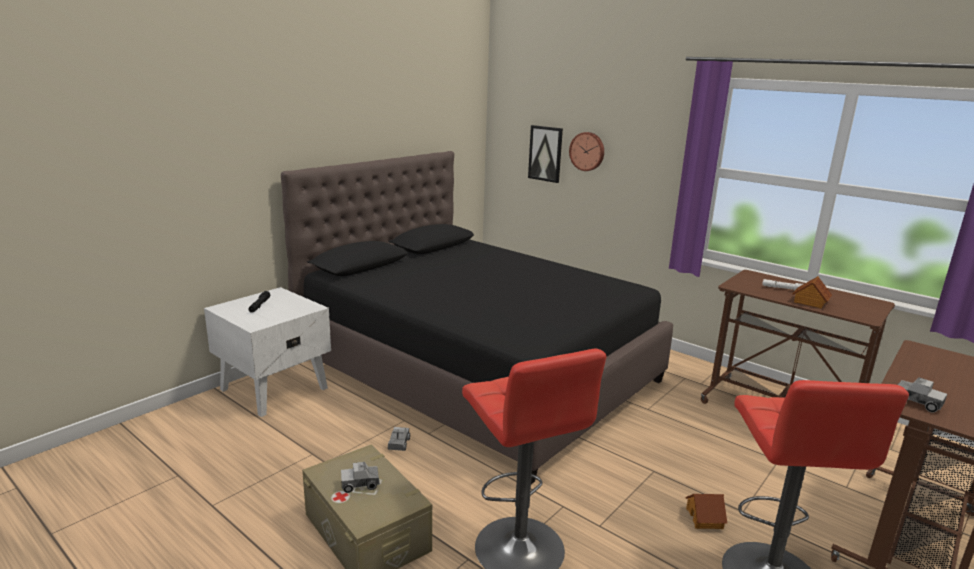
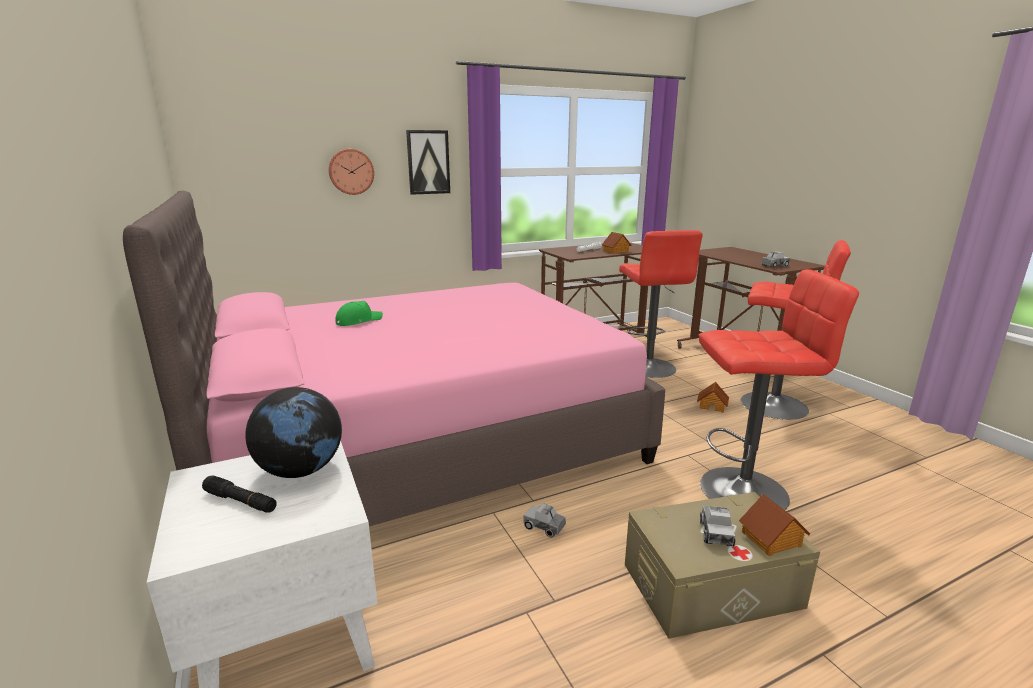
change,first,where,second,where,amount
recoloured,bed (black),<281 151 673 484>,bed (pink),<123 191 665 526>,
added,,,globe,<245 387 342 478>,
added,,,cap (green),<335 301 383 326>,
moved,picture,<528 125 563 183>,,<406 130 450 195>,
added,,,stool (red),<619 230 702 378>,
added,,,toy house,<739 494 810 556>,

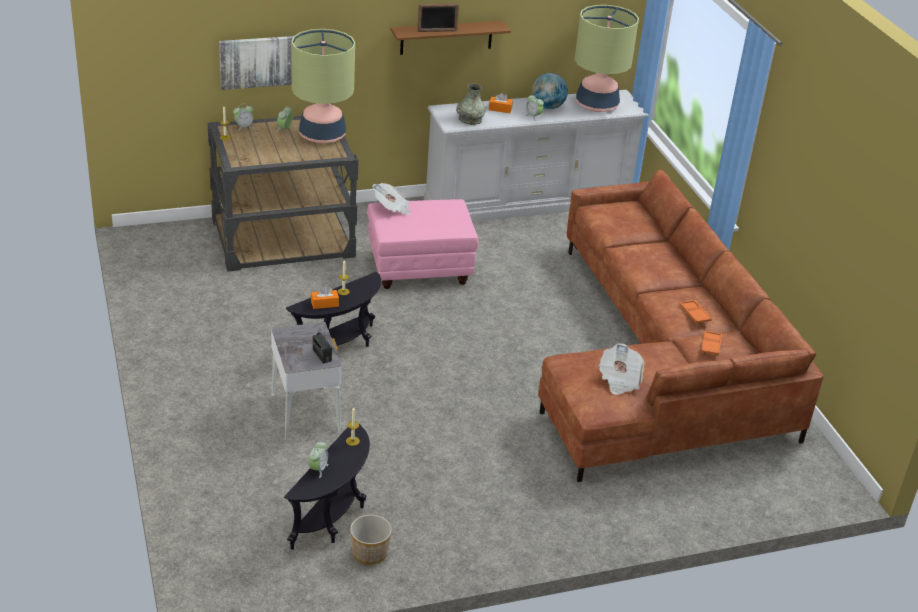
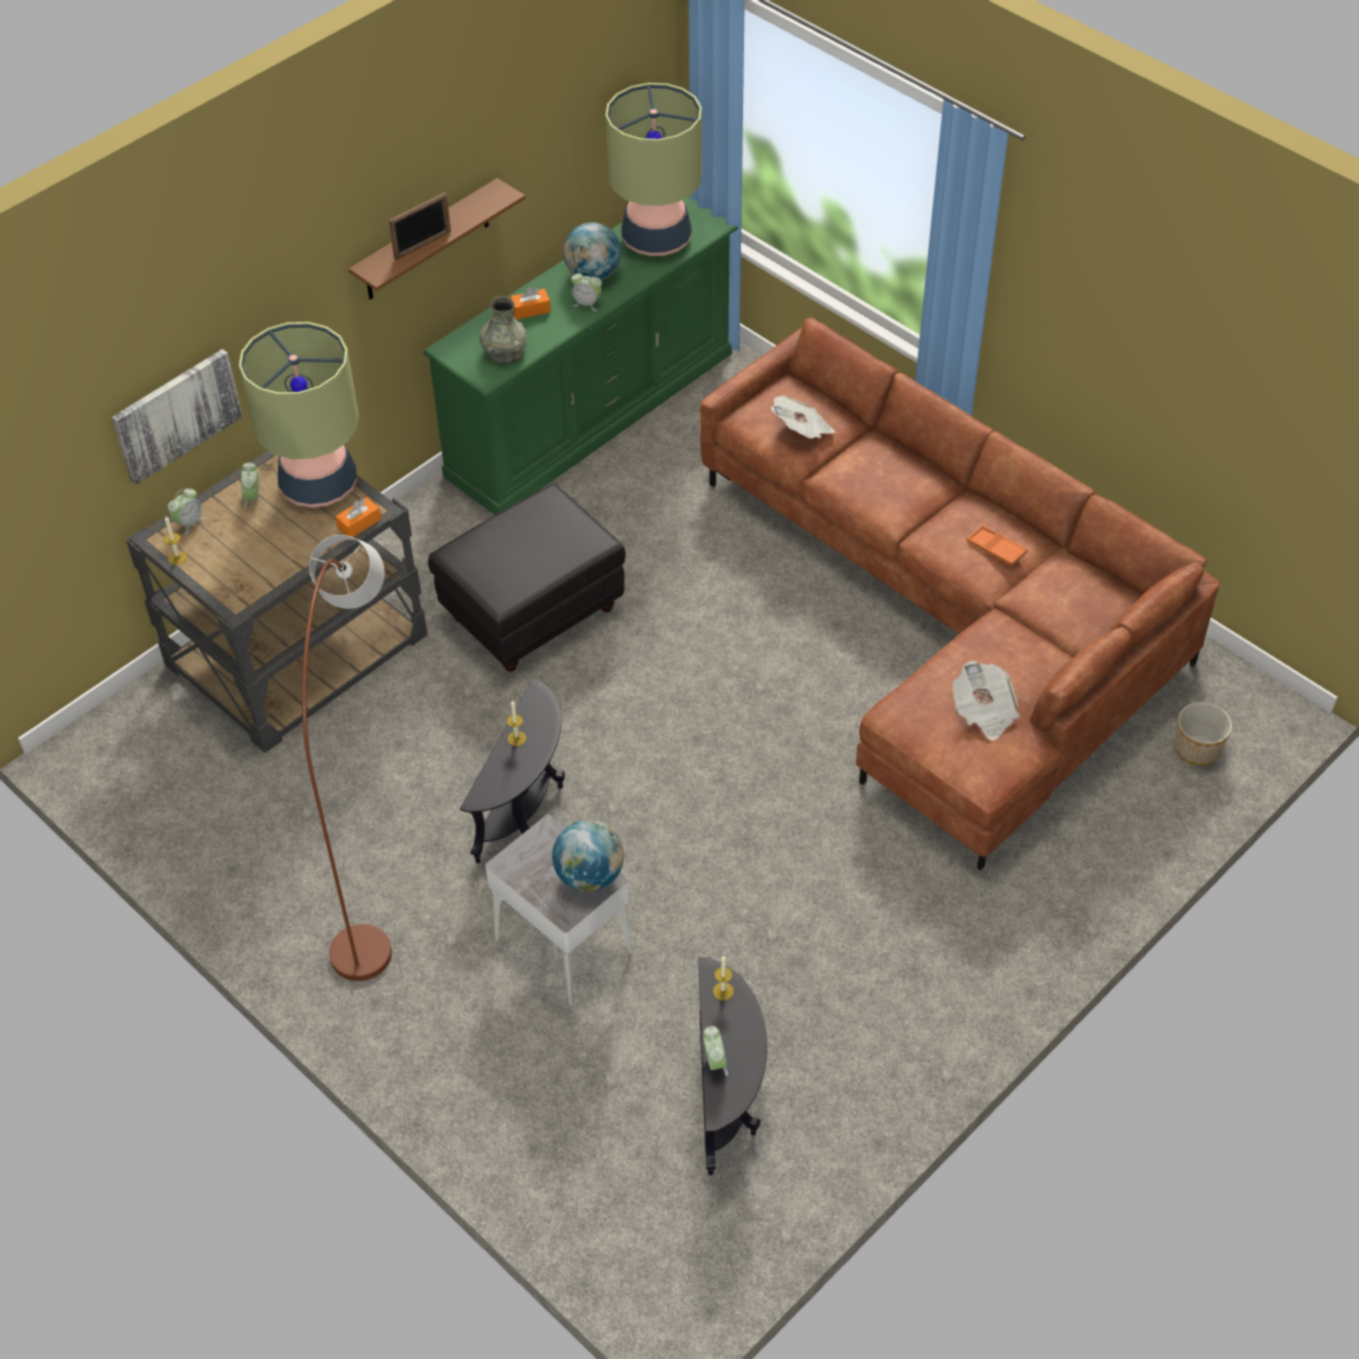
change,first,where,second,where,amount
added,,,floor lamp (brown),<302 535 392 981>,
moved,tissue box (orange),<311 286 339 309>,,<335 497 381 537>,
recoloured,cabinet (white),<424 90 649 222>,cabinet (green),<424 197 738 515>,
recoloured,ottoman (pink),<367 199 478 289>,ottoman (black),<428 483 626 672>,
replaced,radio,<313 332 332 364>,globe,<552 820 624 892>,
moved,newspaper,<373 183 410 215>,,<771 396 835 439>,
moved,planter,<350 514 392 565>,,<1175 702 1232 766>,
removed,tray (orange),<701 330 722 356>,,,

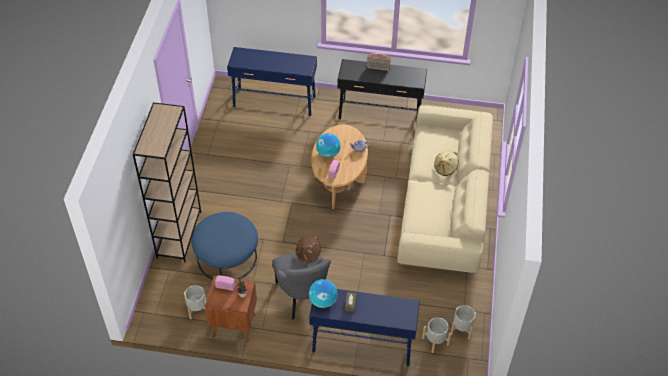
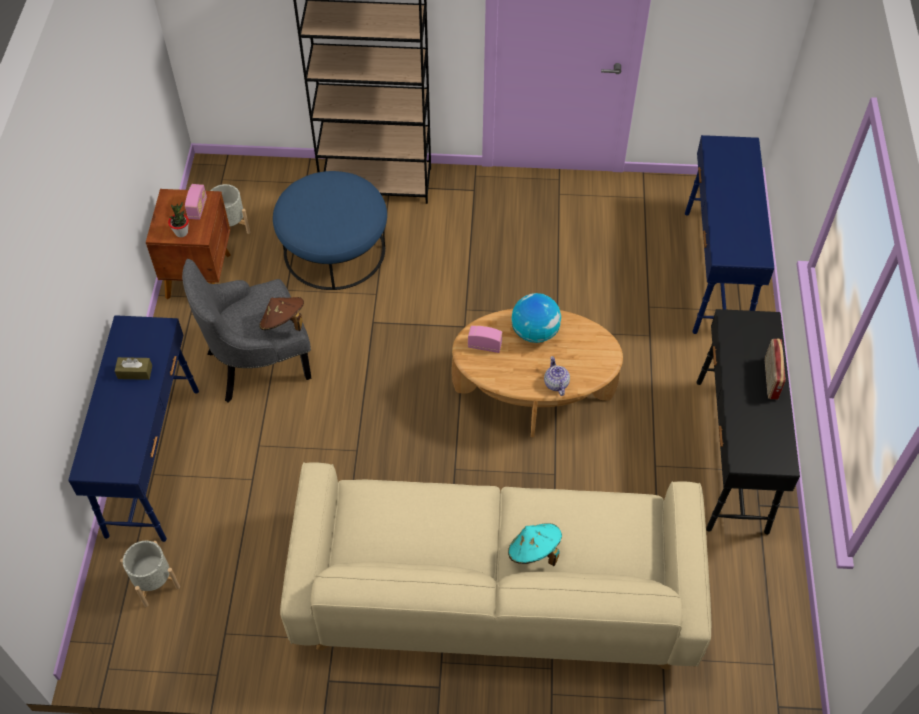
change,first,where,second,where,amount
recoloured,hat (beige),<434 151 459 176>,hat (turquoise),<508 523 562 566>,
removed,globe,<309 279 337 308>,,,
removed,planter (grey),<451 305 476 340>,,,

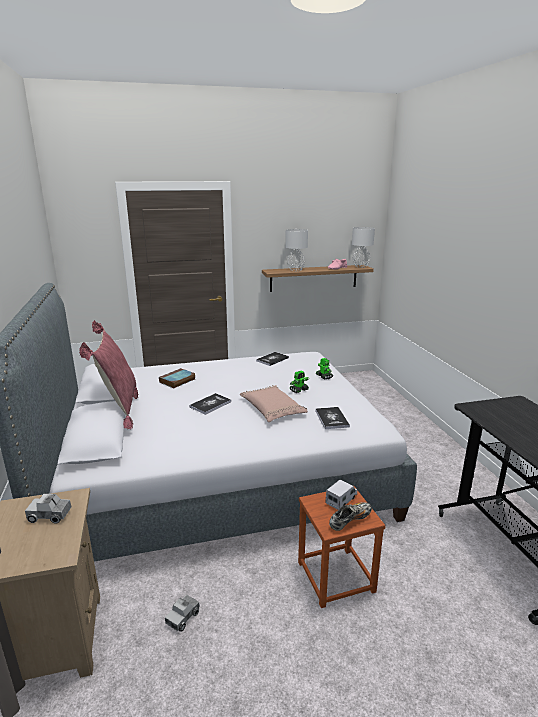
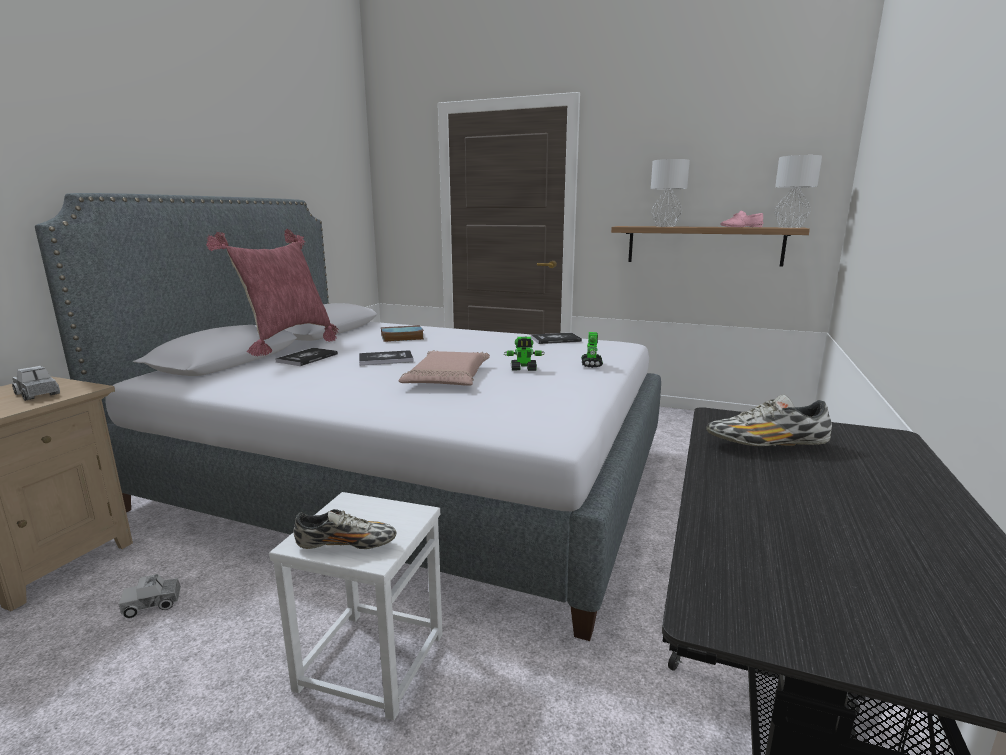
change,first,where,second,where,amount
recoloured,stool (brown),<298 486 386 608>,stool (white),<269 492 442 720>,
moved,book,<315 407 350 429>,,<275 348 338 366>,
added,,,shoe,<706 395 832 446>,
removed,toy truck,<325 479 357 510>,,,

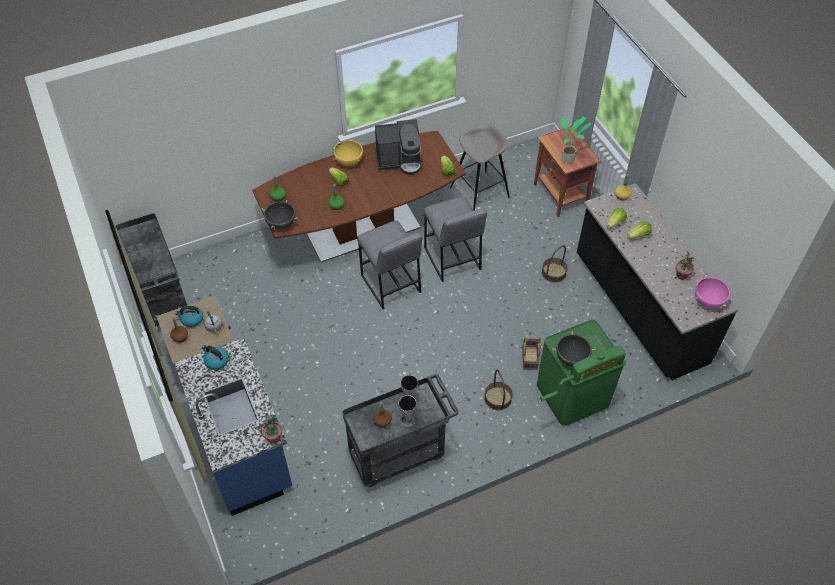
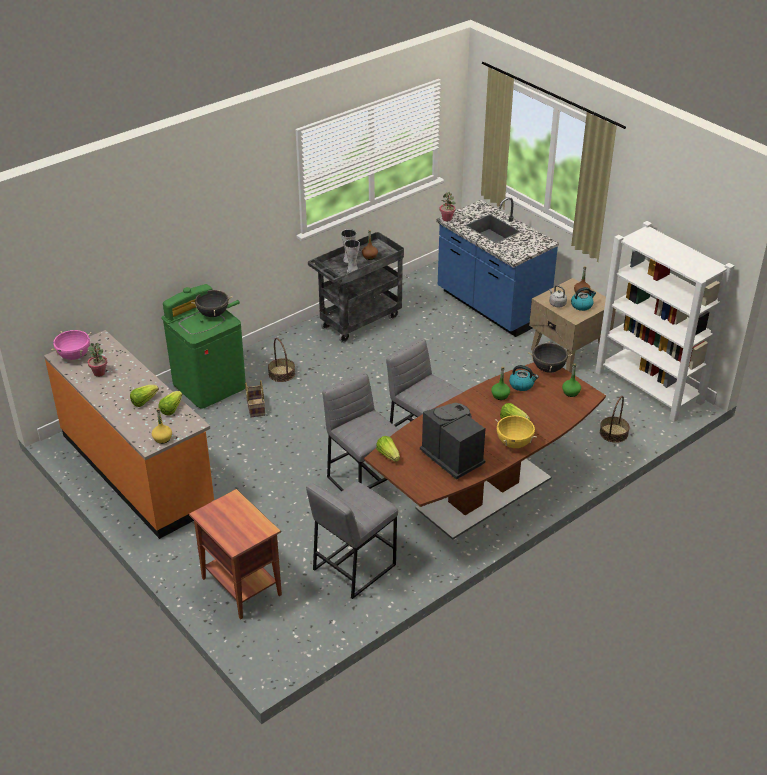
change,first,where,second,where,amount
recoloured,counter (black),<577 183 738 380>,counter (orange),<44 330 214 539>,
replaced,stool (grey),<450 123 510 211>,chair (grey),<306 482 398 599>,
turned,coffee machine,<375 119 421 175>,,<420 403 486 480>,75 degrees clockwise
moved,kettle,<202 345 229 370>,,<509 365 539 391>,
replaced,cart (black),<116 213 187 332>,bookcase (white),<595 221 734 422>,
moved,basket,<542 245 568 283>,,<599 396 630 443>,
removed,potted plant,<561 117 591 163>,,,

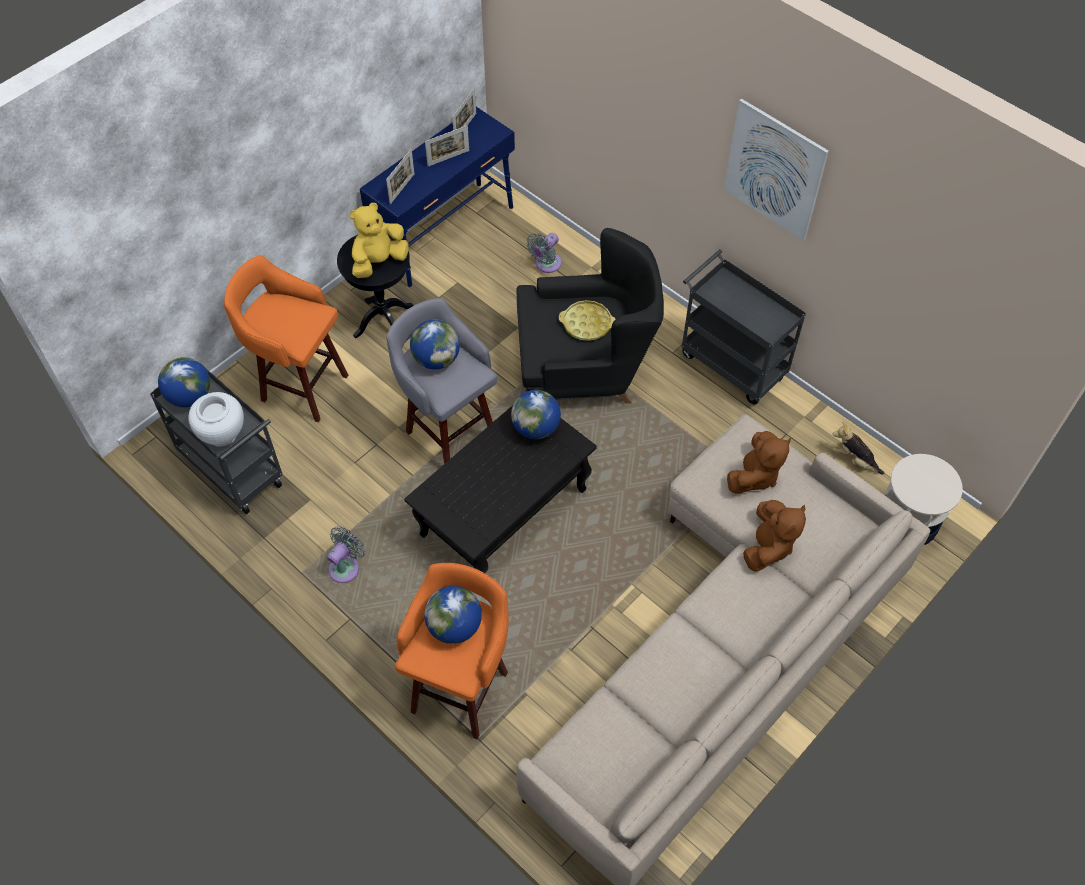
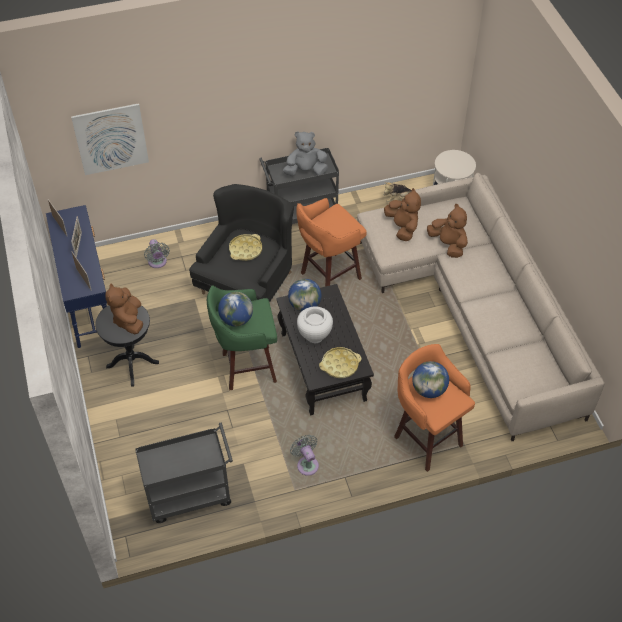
change,first,where,second,where,amount
moved,picture,<724 99 829 241>,,<71 103 149 175>,
recoloured,plush toy (yellow),<350 203 408 278>,plush toy (brown),<105 283 143 334>,
recoloured,stool (grey),<387 298 497 464>,stool (green),<207 286 277 390>,
added,,,plush toy (grey),<283 132 328 176>,
moved,stool (orange),<224 255 348 422>,,<296 198 367 287>,
moved,vase (white),<188 392 244 447>,,<297 306 333 343>,
added,,,tray (yellow),<319 347 362 378>,
removed,globe,<158 357 210 407>,,,

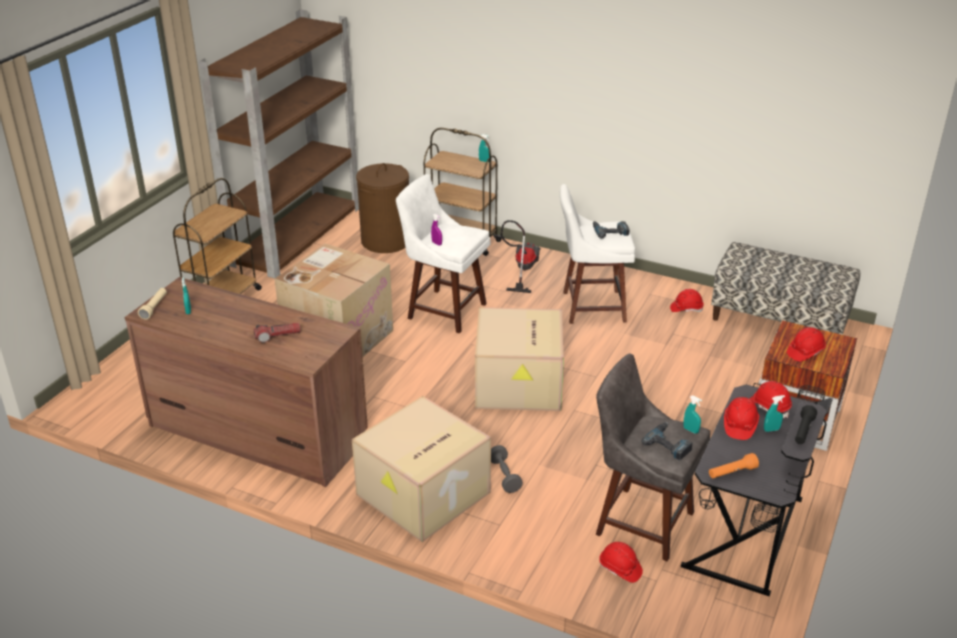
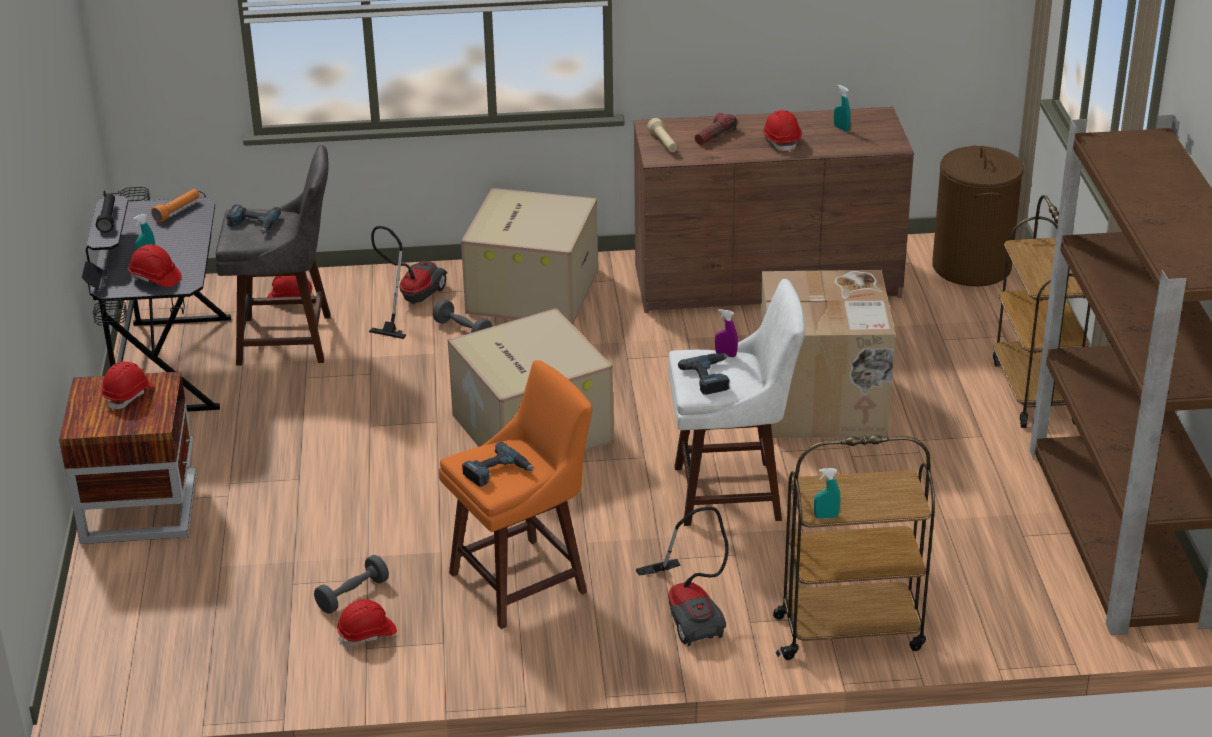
change,first,where,second,where,amount
added,,,dumbbell (grey),<314 555 389 614>,
added,,,vacuum cleaner,<369 226 448 339>,
recoloured,stool (white),<560 184 635 324>,stool (orange),<439 360 592 629>,
moved,flashlight (beige),<138 288 167 320>,,<647 118 678 152>,
added,,,power drill,<678 353 730 395>,
moved,hard hat (red),<724 397 759 440>,,<762 110 801 152>,
moved,laundry basket (brown),<356 163 409 253>,,<932 146 1024 287>,
removed,spray bottle (turquoise),<683 396 702 433>,,,
removed,bench,<711 242 860 335>,,,

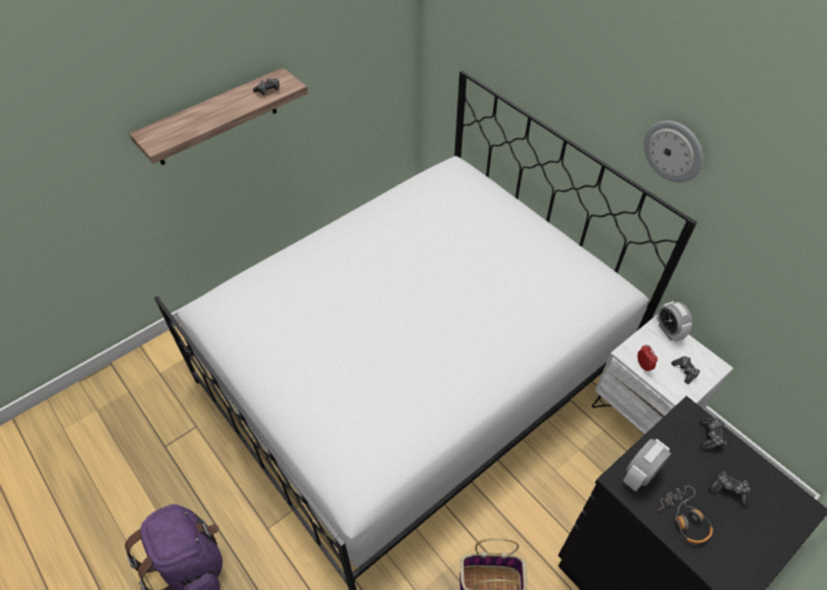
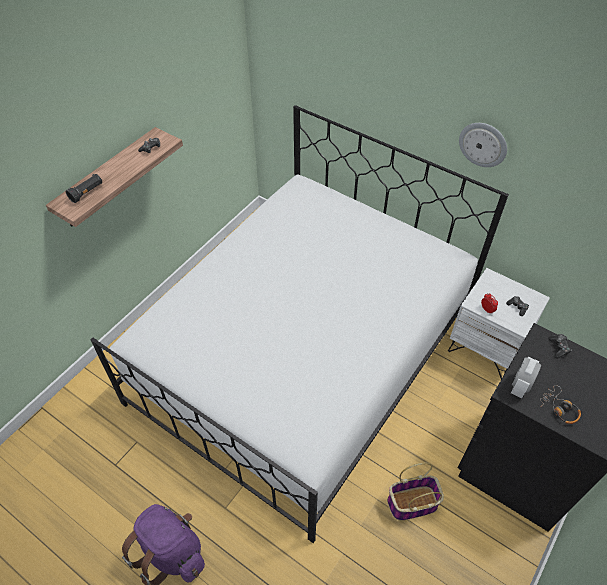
change,first,where,second,where,amount
added,,,flashlight (black),<66 174 102 203>,
removed,alarm clock,<657 301 693 342>,,,
removed,game controller,<709 472 751 507>,,,

